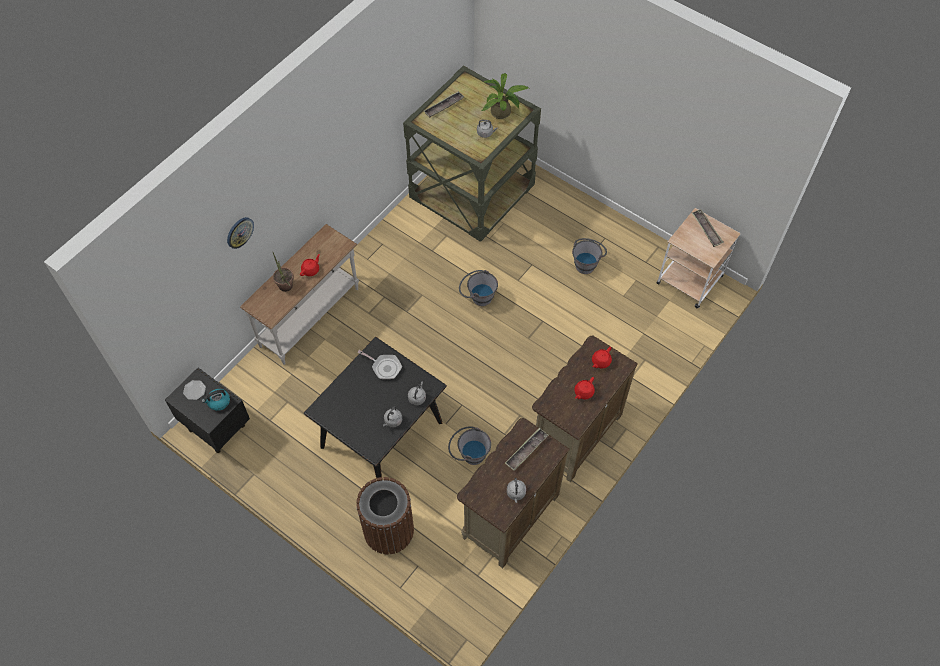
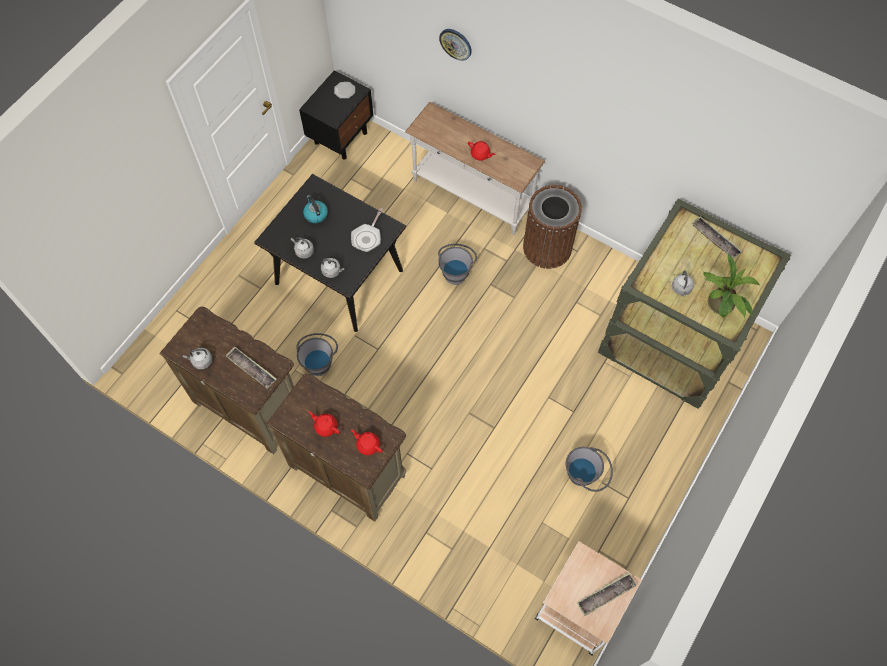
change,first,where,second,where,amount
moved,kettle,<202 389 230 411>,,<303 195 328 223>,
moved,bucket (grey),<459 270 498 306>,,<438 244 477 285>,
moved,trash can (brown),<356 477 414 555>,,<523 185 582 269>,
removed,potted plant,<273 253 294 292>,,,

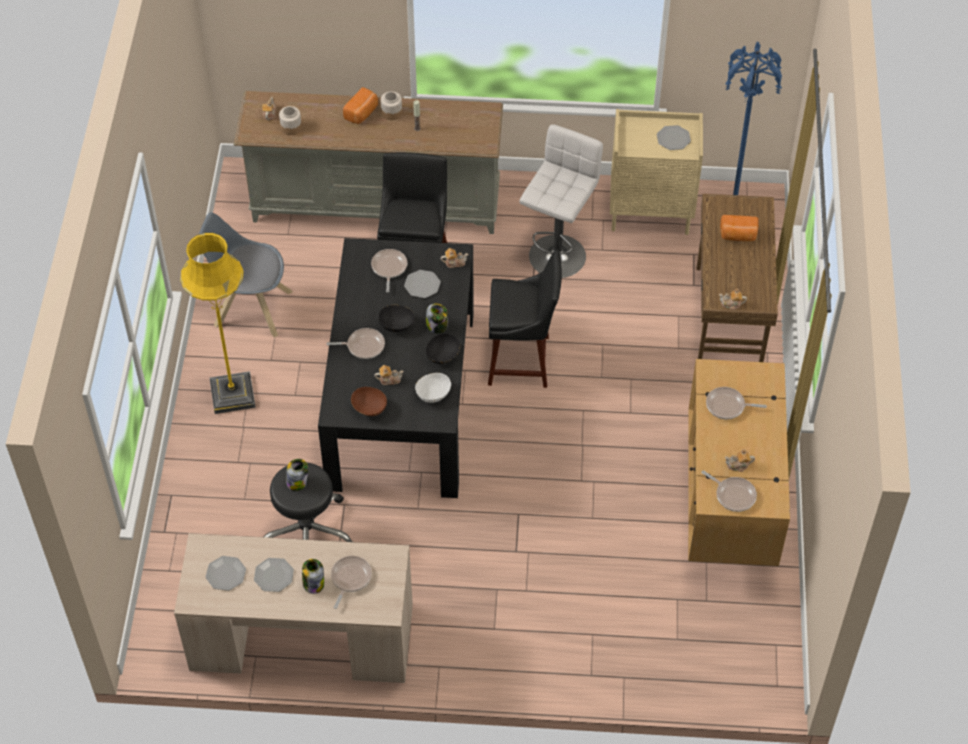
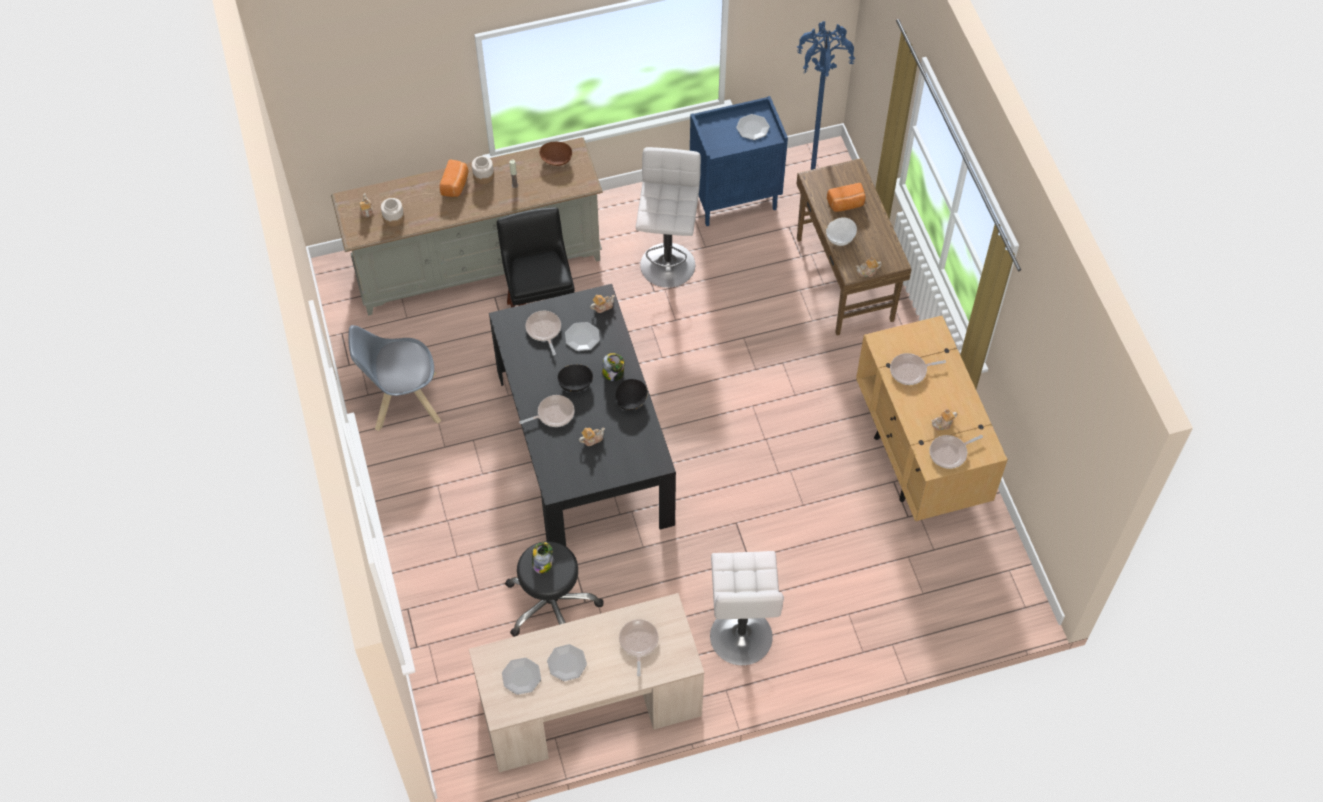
change,first,where,second,where,amount
moved,bowl (brown),<351 387 387 416>,,<539 142 572 166>,
recoloured,cabinet (beige),<610 109 703 235>,cabinet (blue),<690 96 788 226>,
added,,,stool (white),<710 551 784 665>,
moved,bowl (white),<415 373 451 403>,,<826 217 857 246>,
turned,frying pan,<701 470 757 512>,,<929 435 983 469>,135 degrees clockwise
removed,floor lamp (yellow),<180 233 256 414>,,,
removed,jar,<302 559 324 594>,,,
removed,chair (black),<488 249 562 388>,,,

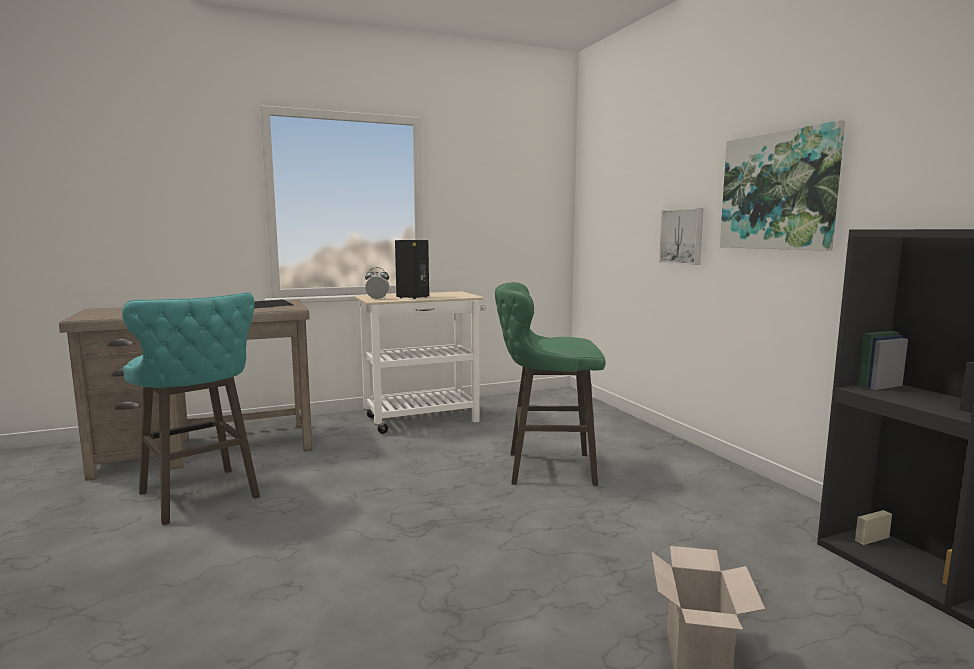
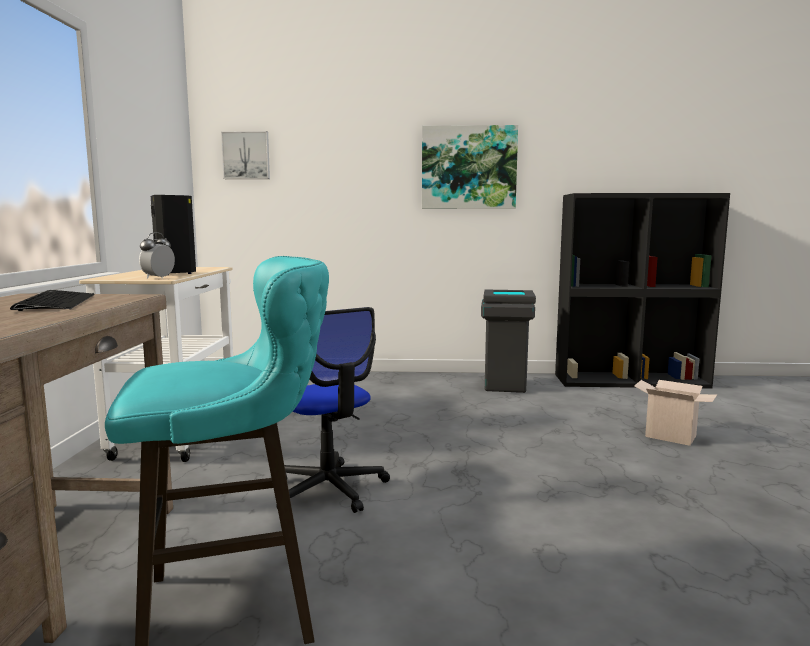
change,first,where,second,where,amount
moved,picture,<659 208 704 265>,,<221 131 270 179>,
added,,,office chair,<276 307 390 513>,
added,,,trash can (grey),<481 289 536 393>,
removed,stool (green),<495 282 606 486>,,,

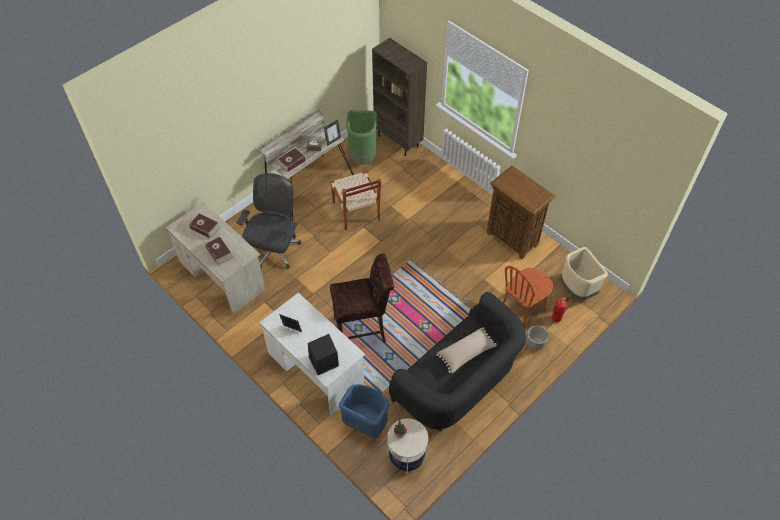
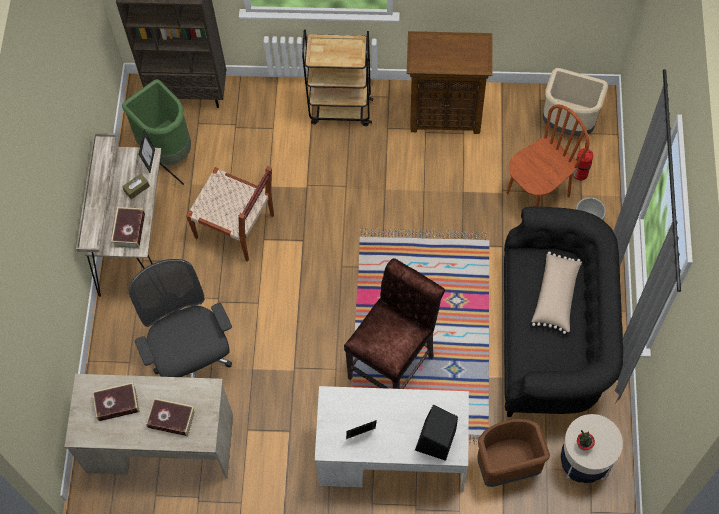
change,first,where,second,where,amount
added,,,cart (brown),<302 30 373 126>,
recoloured,trash can (blue),<339 384 389 439>,trash can (brown),<477 419 550 487>,
turned,chair (brown),<503 266 553 327>,,<506 104 589 206>,135 degrees counterclockwise

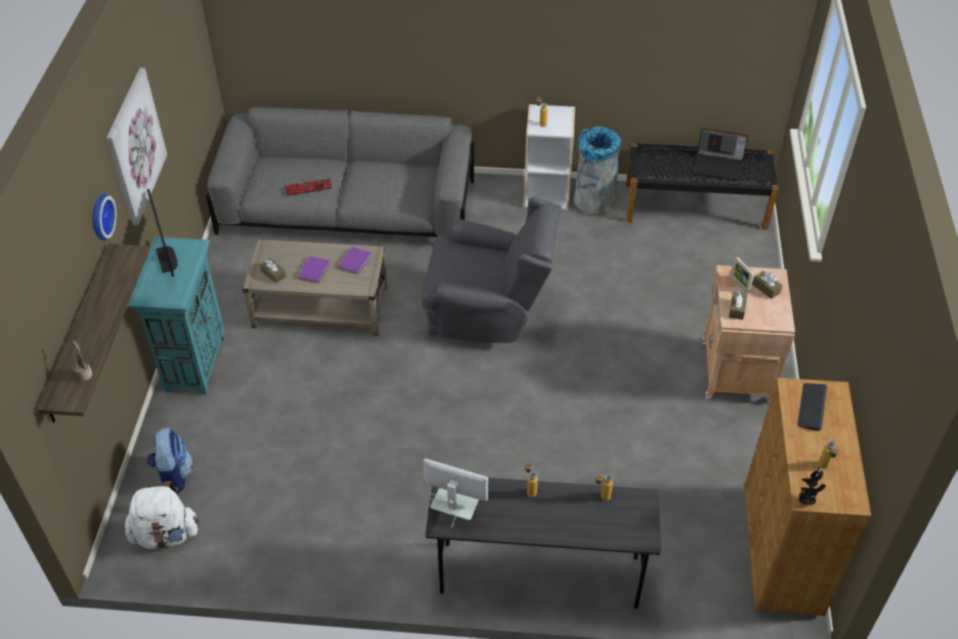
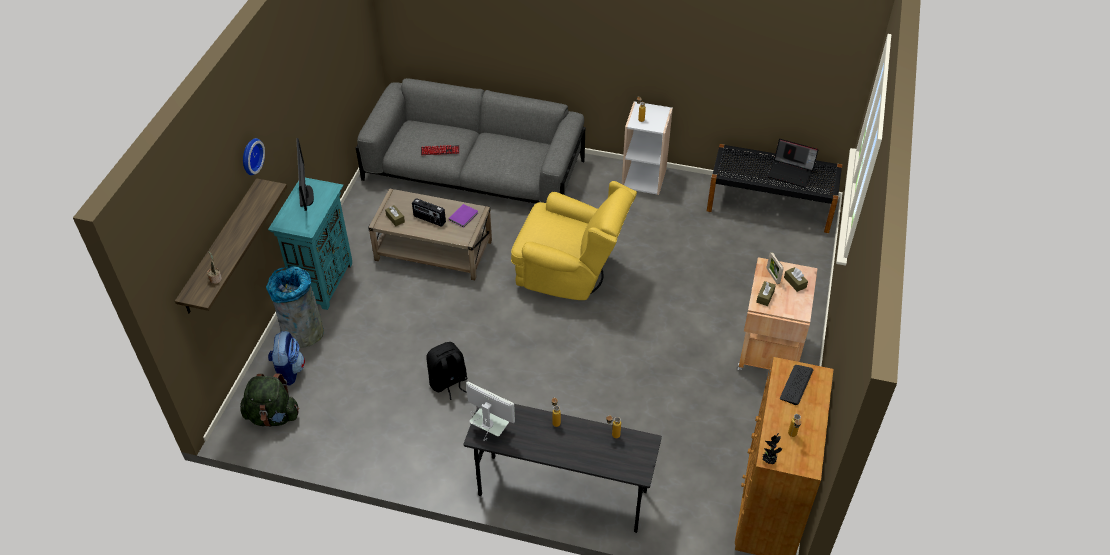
change,first,where,second,where,amount
recoloured,backpack (white),<125 481 199 549>,backpack (green),<240 373 299 427>,
moved,trash can (grey),<574 126 621 215>,,<266 266 324 348>,
replaced,book (purple),<298 256 330 283>,radio,<412 198 446 227>,
added,,,backpack (black),<426 342 467 400>,
recoloured,armchair (grey),<422 197 562 343>,armchair (yellow),<511 181 637 300>,
removed,picture,<106 68 167 225>,,,

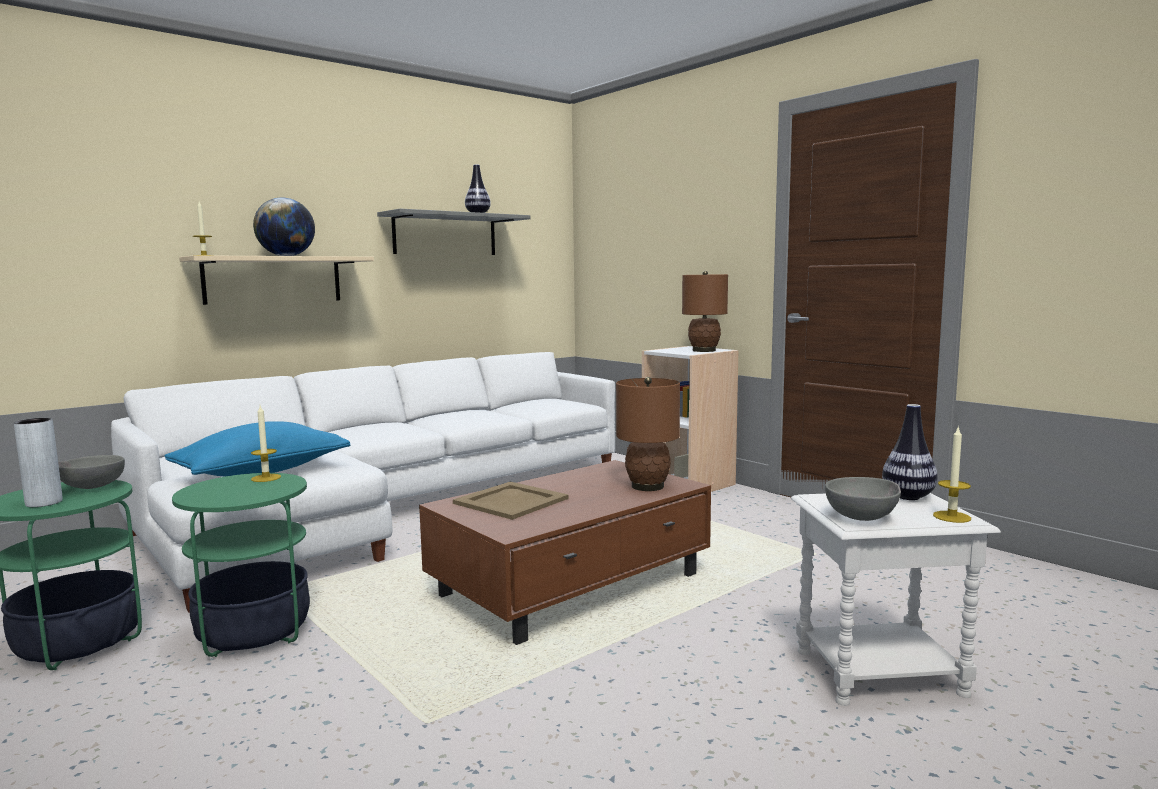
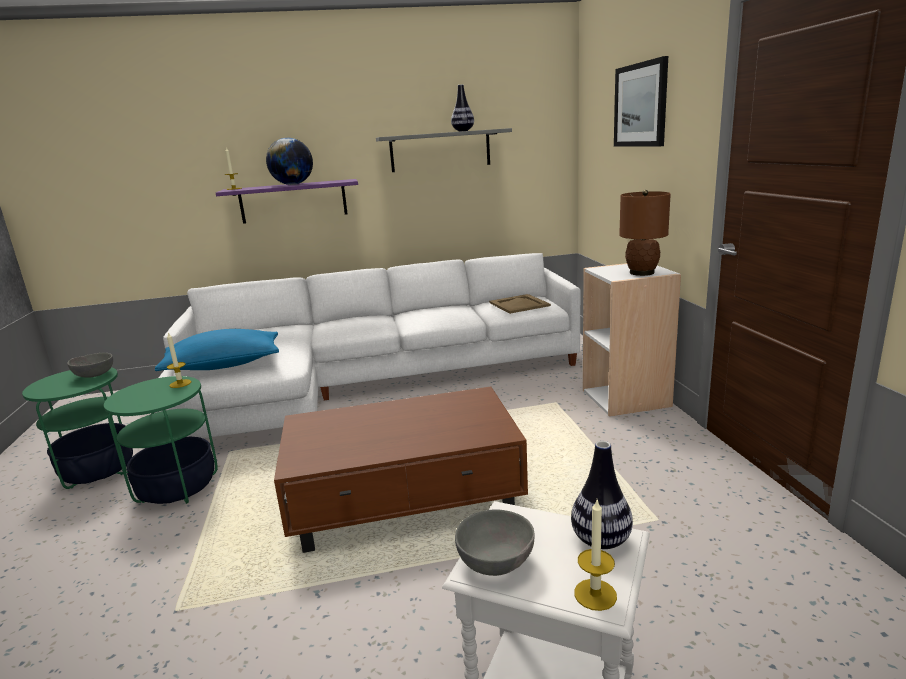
change,first,where,second,where,amount
recoloured,shelf (beige),<179 255 374 305>,shelf (purple),<216 179 358 224>,
moved,tray (beige),<453 481 569 520>,,<489 294 551 314>,
added,,,picture,<614 56 668 147>,
removed,vase (grey),<14 418 63 507>,,,
removed,table lamp (brown),<616 377 680 491>,,,

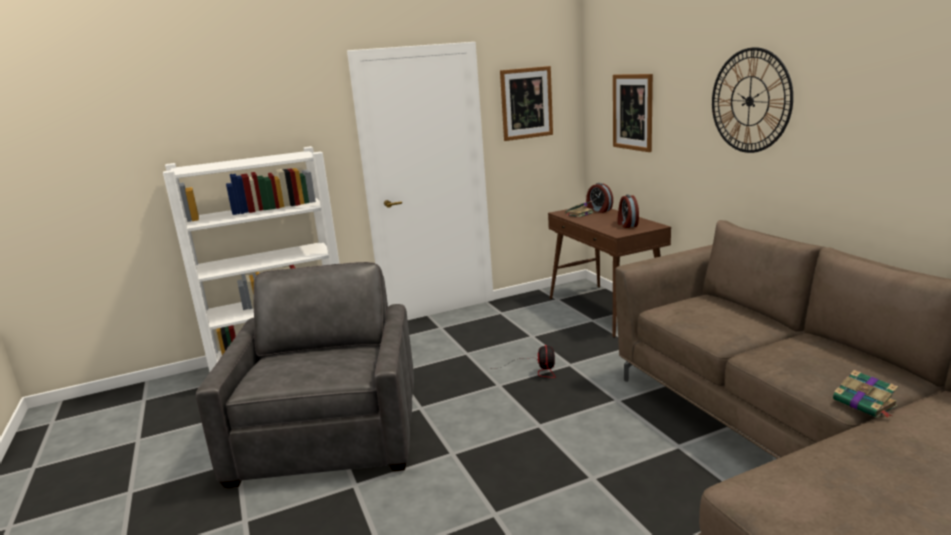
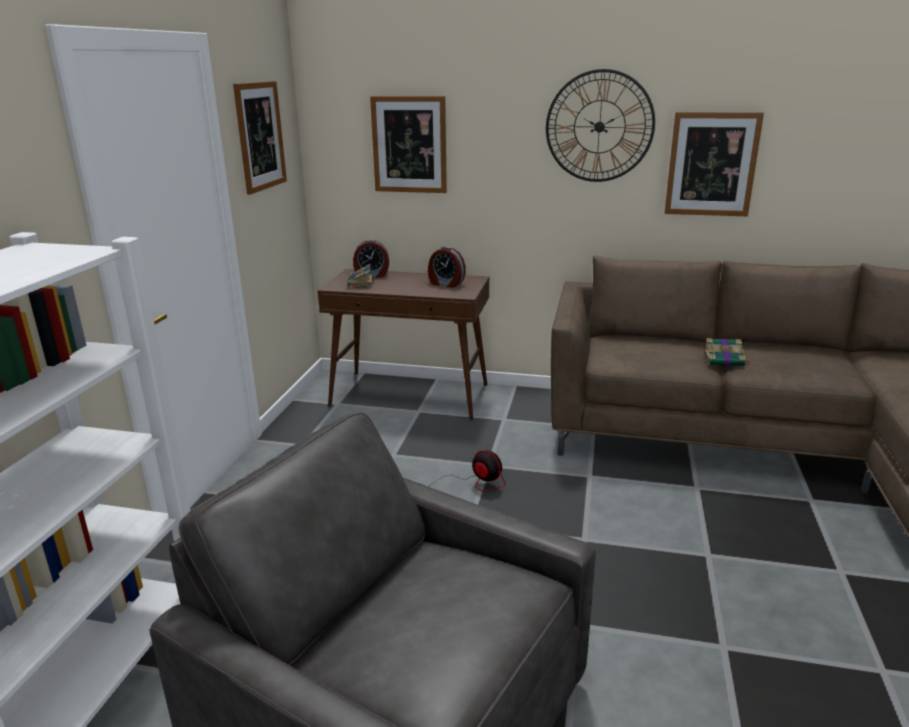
change,first,where,second,where,amount
added,,,picture,<665 112 764 217>,
moved,book,<833 370 898 418>,,<703 338 750 366>,

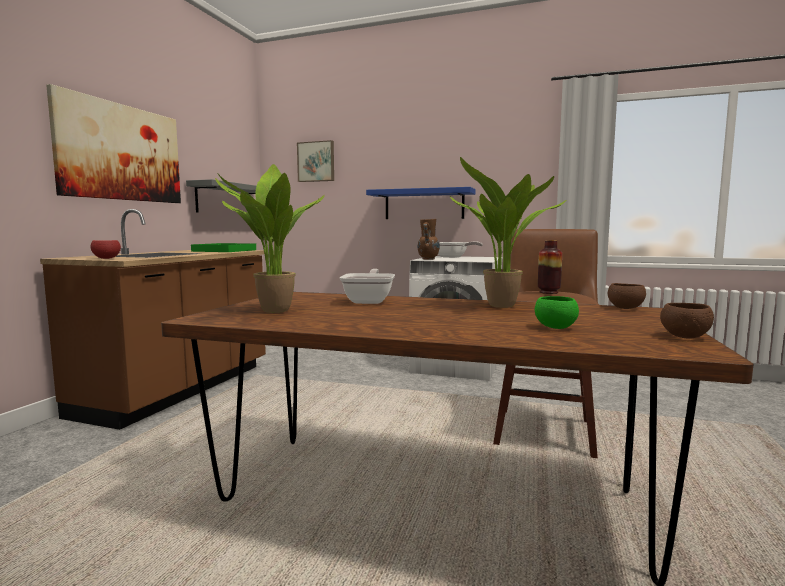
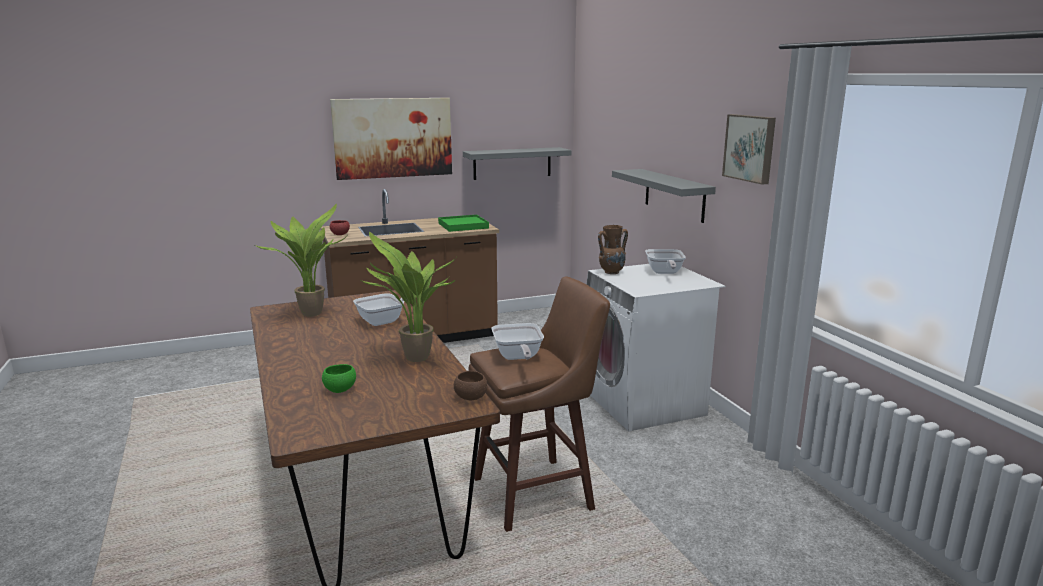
change,first,where,second,where,amount
replaced,vase,<538 240 562 294>,frying pan,<492 323 544 360>,
recoloured,shelf (blue),<366 187 476 219>,shelf (grey),<612 169 716 223>,
moved,picture,<297 140 334 182>,,<722 114 776 185>,
removed,bowl (brown),<660 303 714 339>,,,

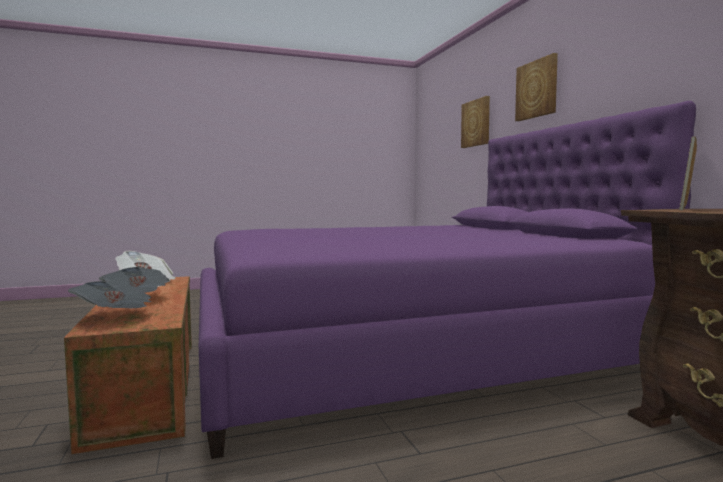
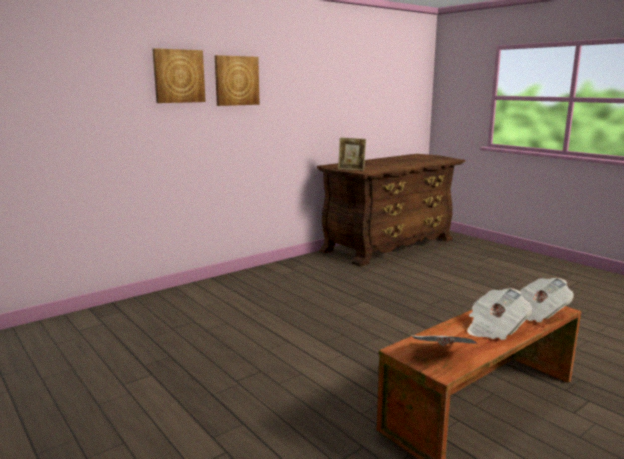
change,first,where,second,where,amount
moved,picture,<461 96 490 148>,,<215 55 260 106>,
removed,bed (purple),<199 101 696 459>,,,

